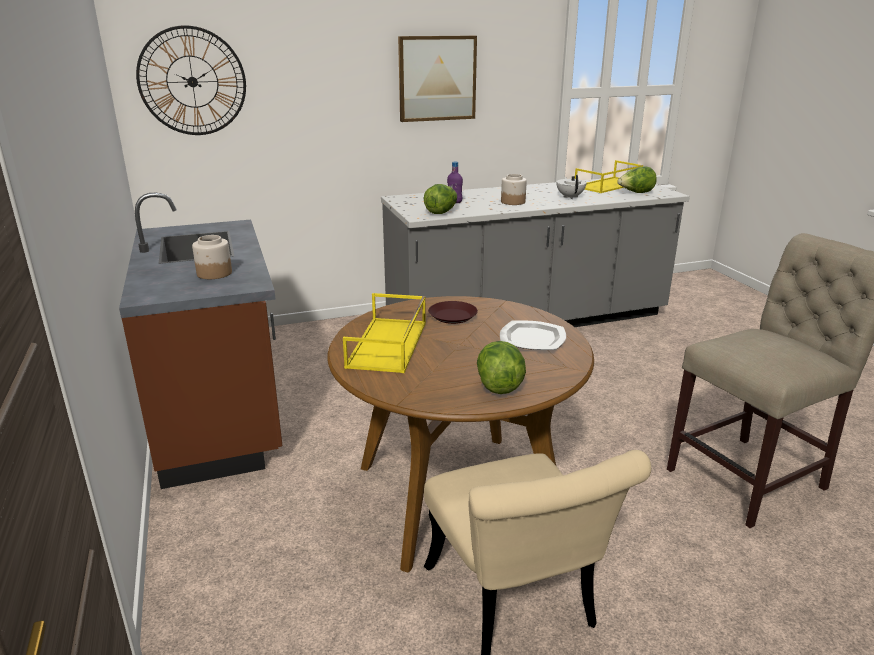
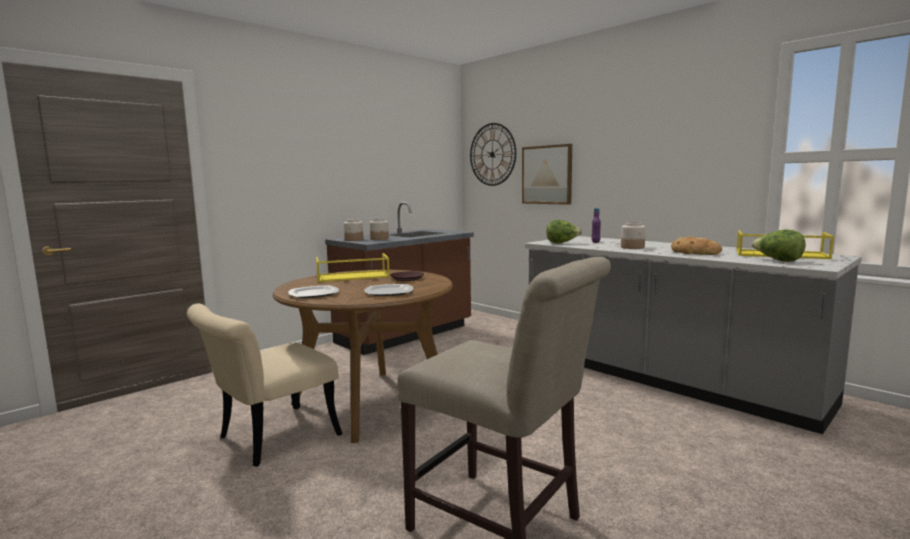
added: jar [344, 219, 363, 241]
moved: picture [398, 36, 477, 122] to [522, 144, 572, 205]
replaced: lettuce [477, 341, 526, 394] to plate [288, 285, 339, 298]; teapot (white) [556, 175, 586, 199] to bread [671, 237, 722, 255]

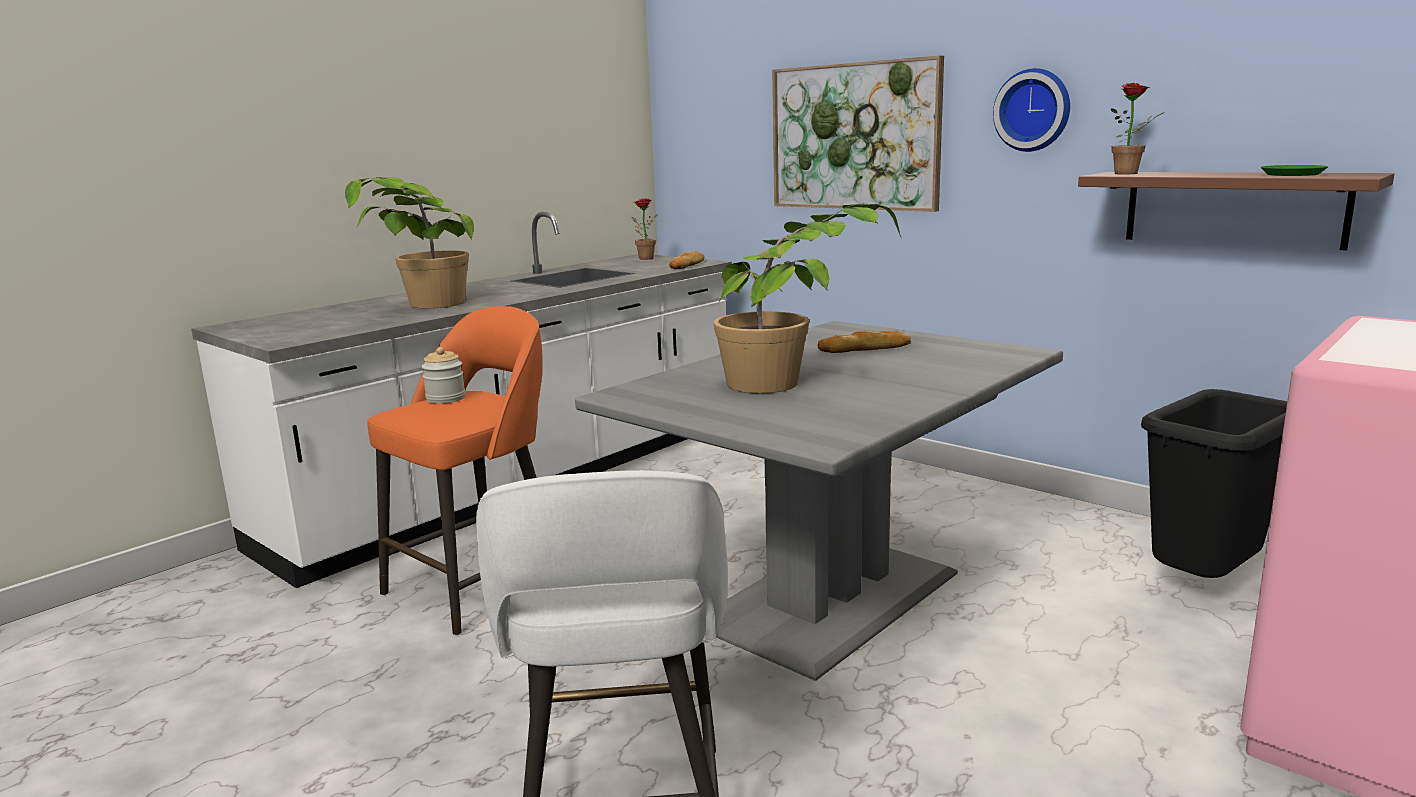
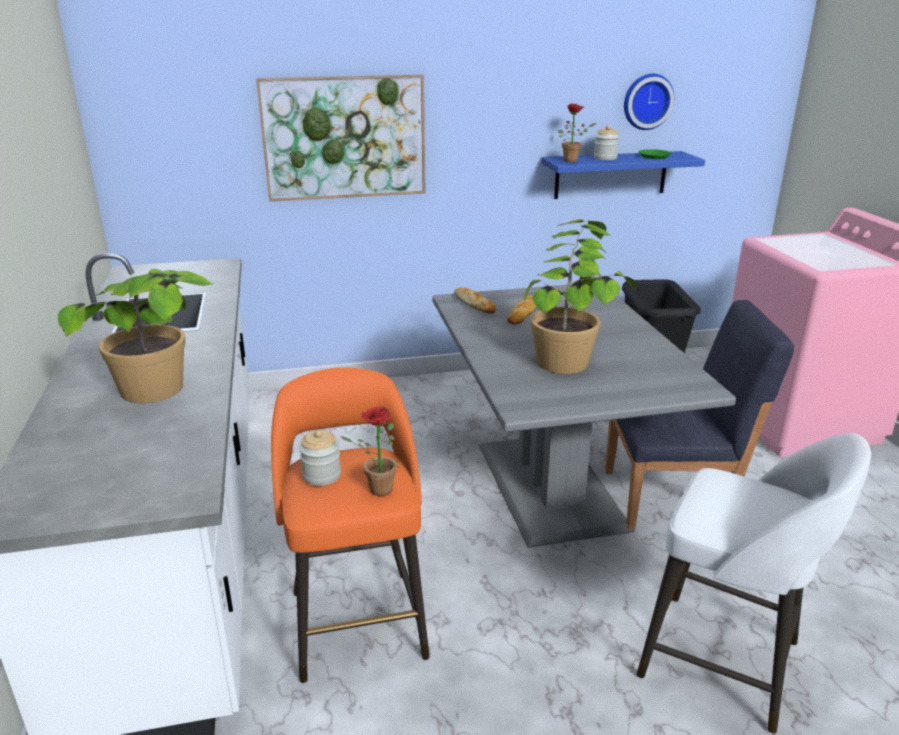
added: jar [594, 125, 619, 160]; chair (blue) [605, 300, 794, 532]
moved: potted plant [632, 198, 658, 260] to [340, 407, 400, 496]; bread [669, 251, 705, 269] to [454, 287, 496, 313]; wall clock [993, 68, 1070, 152] to [624, 74, 674, 130]
recoloured: shelf (brown) [1078, 172, 1394, 251] to shelf (blue) [541, 151, 705, 199]

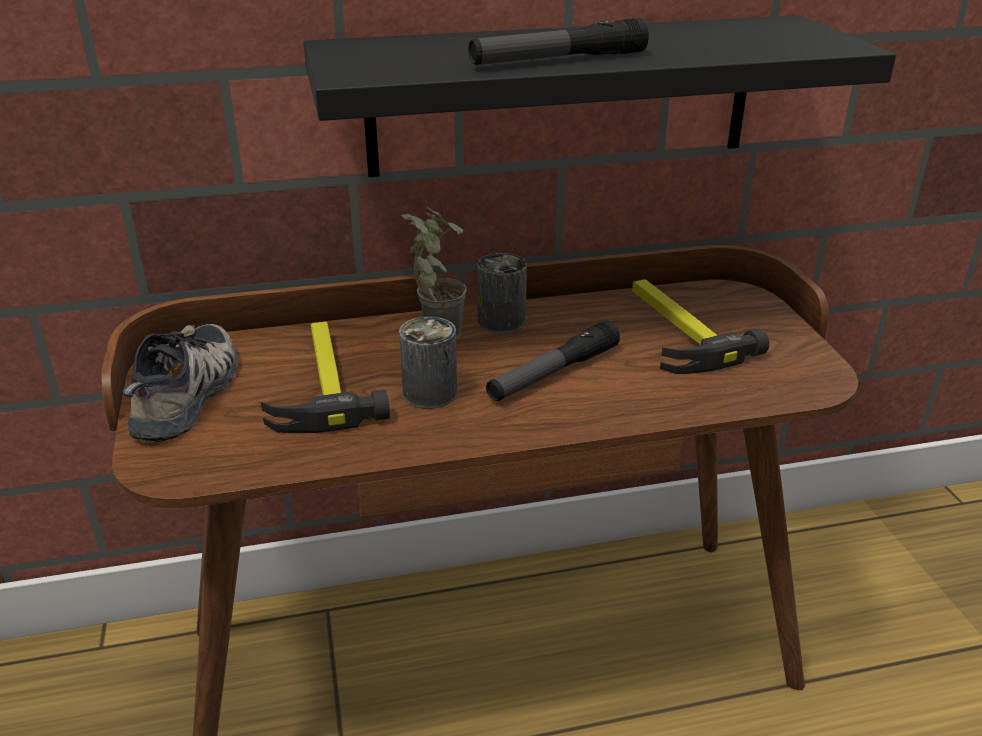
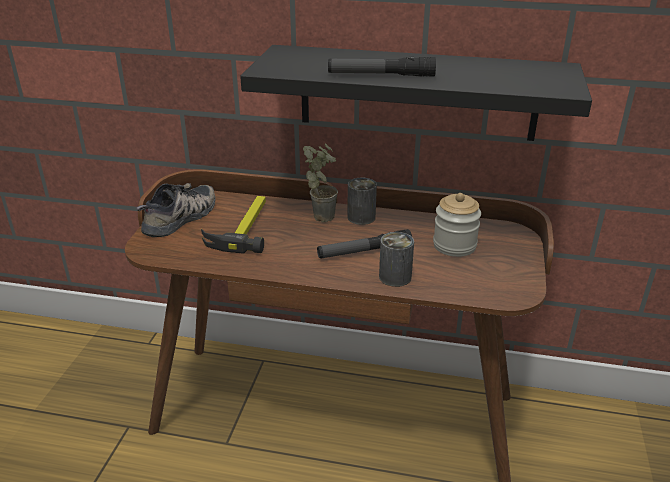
moved: can [399, 317, 457, 409] to [379, 232, 414, 287]
replaced: hammer [632, 279, 769, 374] to jar [433, 193, 481, 257]

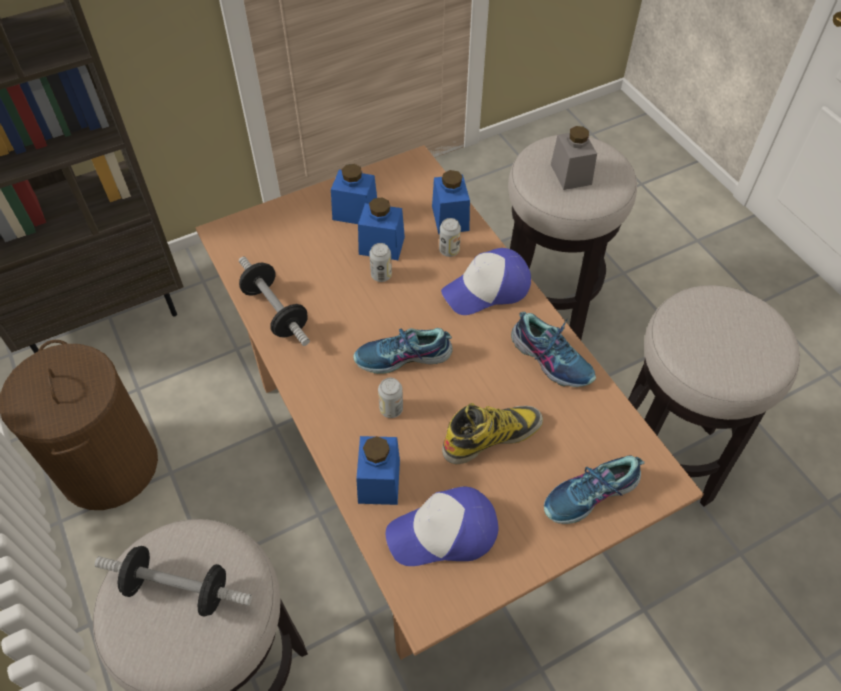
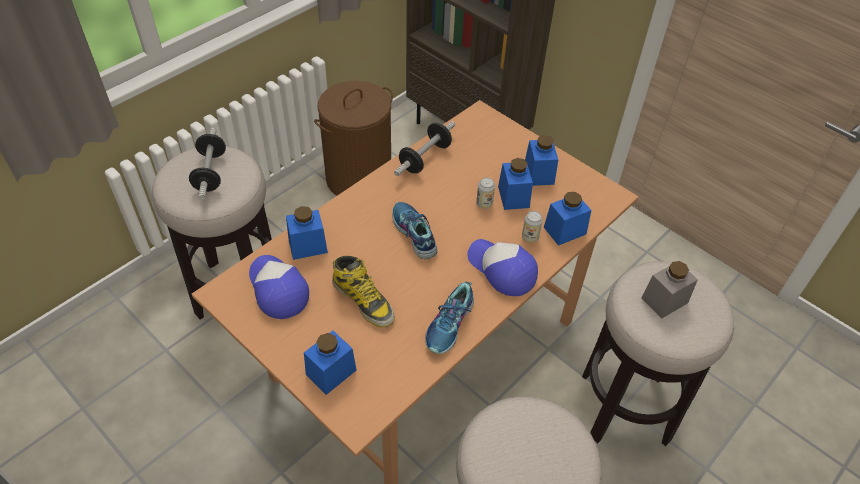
removed: can [378, 378, 403, 418]
replaced: shoe [544, 456, 645, 524] to jar (blue) [304, 331, 356, 395]

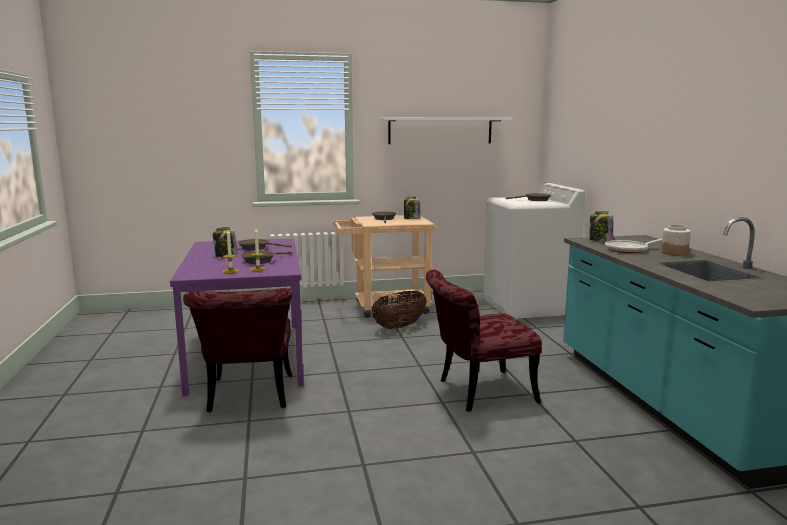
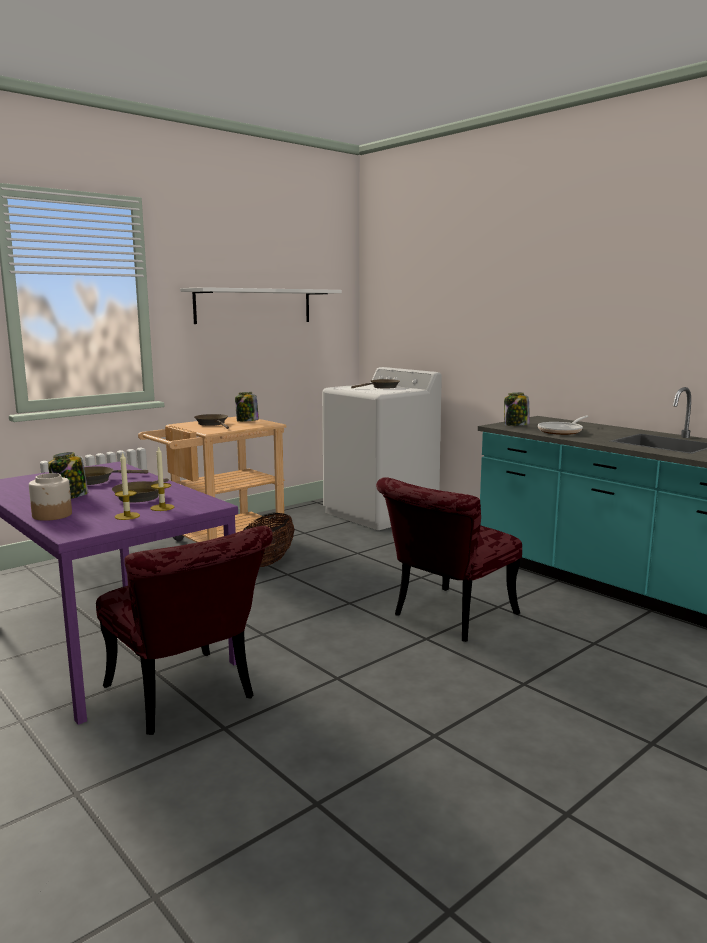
moved: jar [661, 225, 691, 256] to [29, 473, 72, 521]

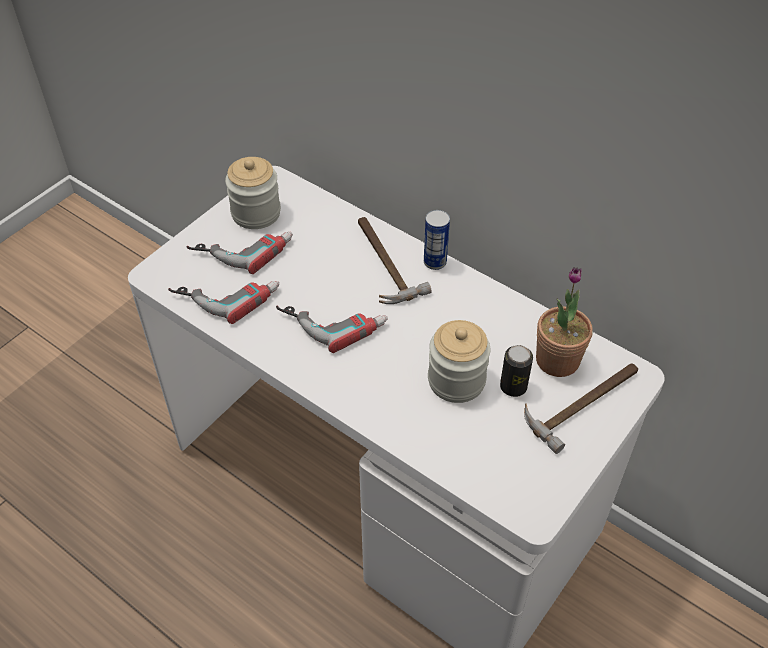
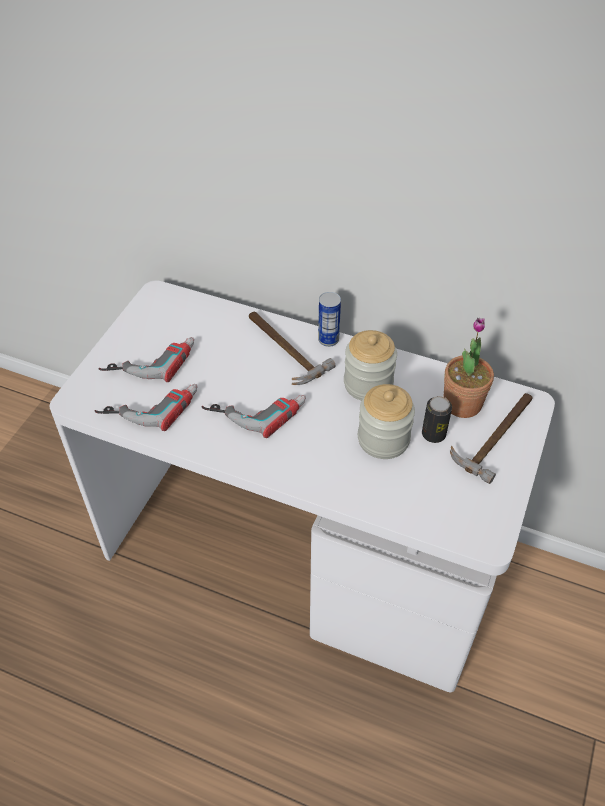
moved: jar [225, 157, 281, 229] to [344, 330, 397, 401]

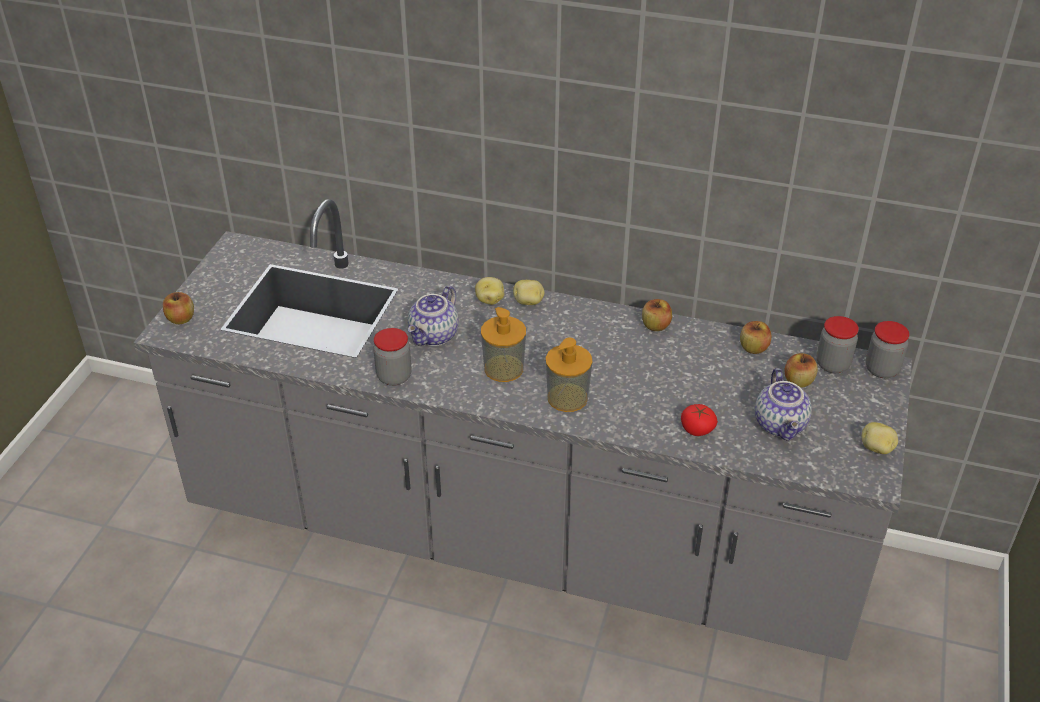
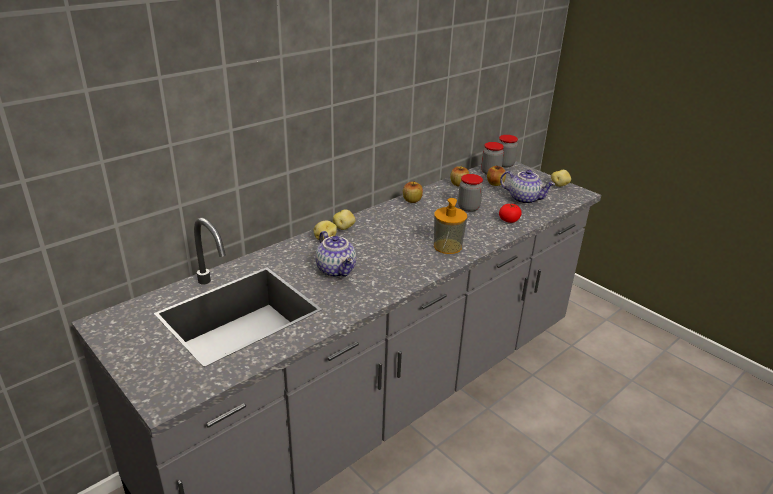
removed: apple [163, 292, 194, 324]; soap dispenser [481, 307, 526, 382]
moved: jar [373, 328, 411, 386] to [458, 174, 483, 212]

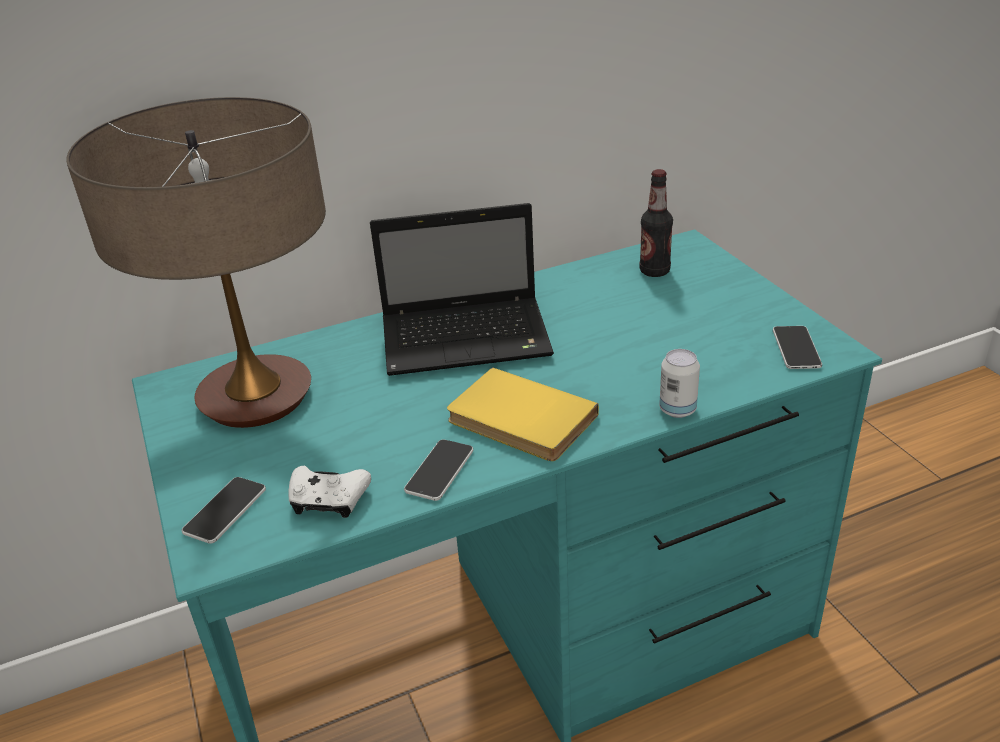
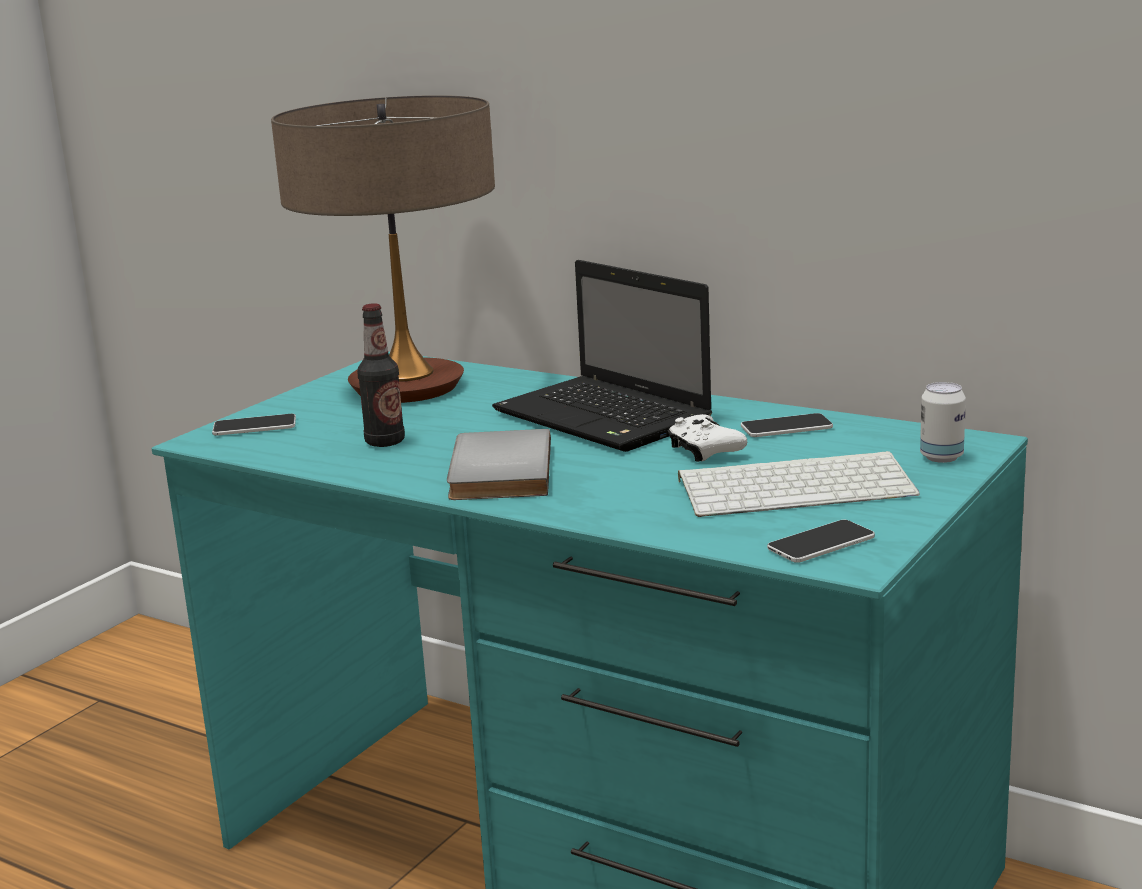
added: keyboard [678, 451, 920, 517]
moved: game controller (white) [288, 465, 371, 518] to [668, 414, 747, 462]; phone [404, 439, 473, 501] to [741, 413, 833, 437]; bottle [639, 169, 673, 277] to [357, 303, 405, 447]; can [659, 349, 700, 418] to [920, 382, 966, 463]
recoloured: book (yellow) [447, 367, 599, 461] to book (grey) [447, 429, 551, 500]

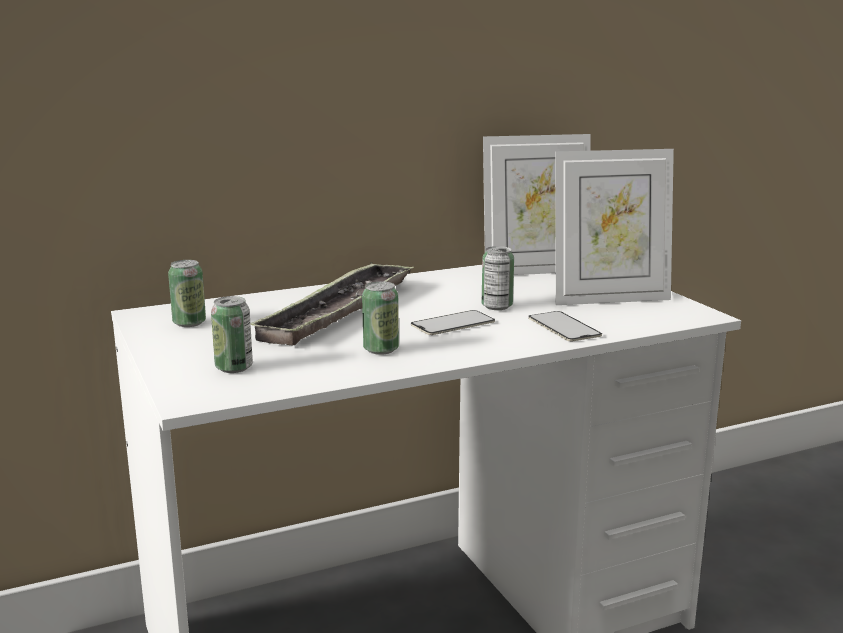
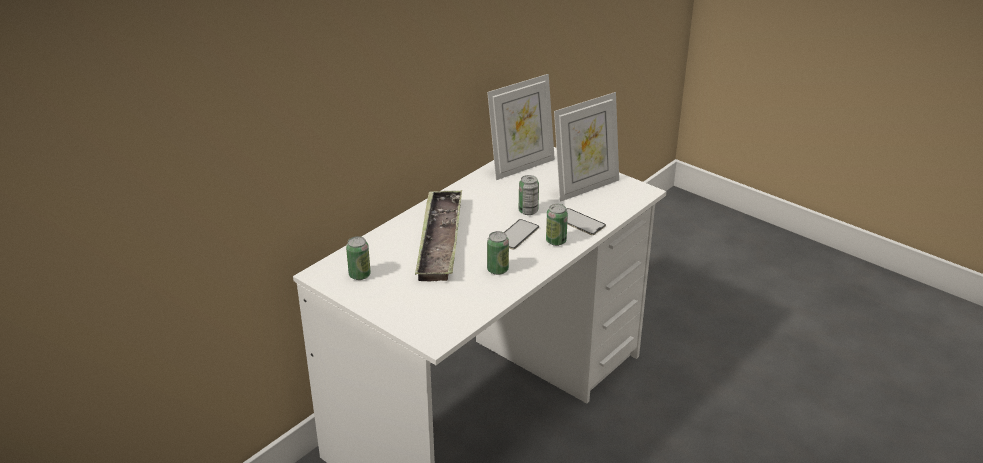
moved: can [211, 296, 253, 373] to [546, 204, 568, 246]

